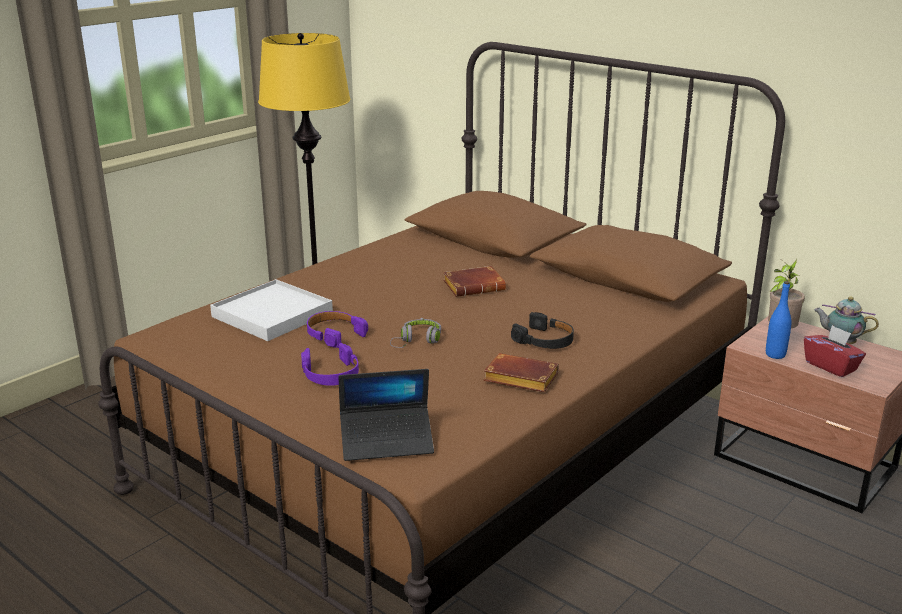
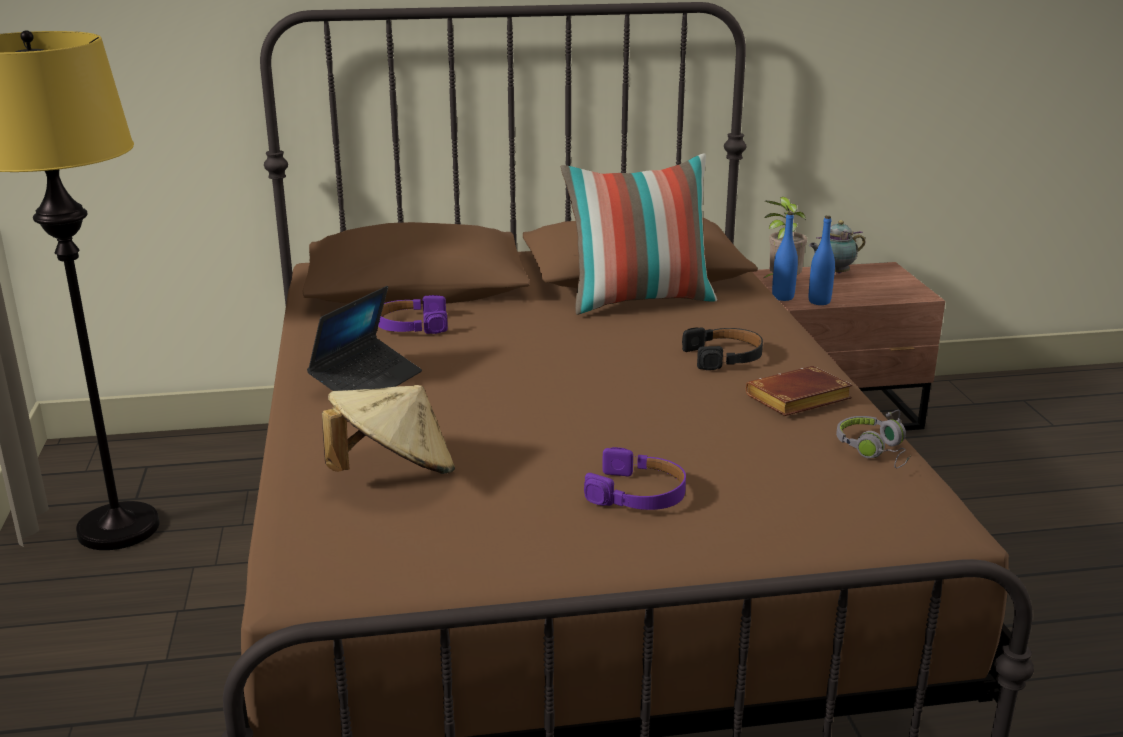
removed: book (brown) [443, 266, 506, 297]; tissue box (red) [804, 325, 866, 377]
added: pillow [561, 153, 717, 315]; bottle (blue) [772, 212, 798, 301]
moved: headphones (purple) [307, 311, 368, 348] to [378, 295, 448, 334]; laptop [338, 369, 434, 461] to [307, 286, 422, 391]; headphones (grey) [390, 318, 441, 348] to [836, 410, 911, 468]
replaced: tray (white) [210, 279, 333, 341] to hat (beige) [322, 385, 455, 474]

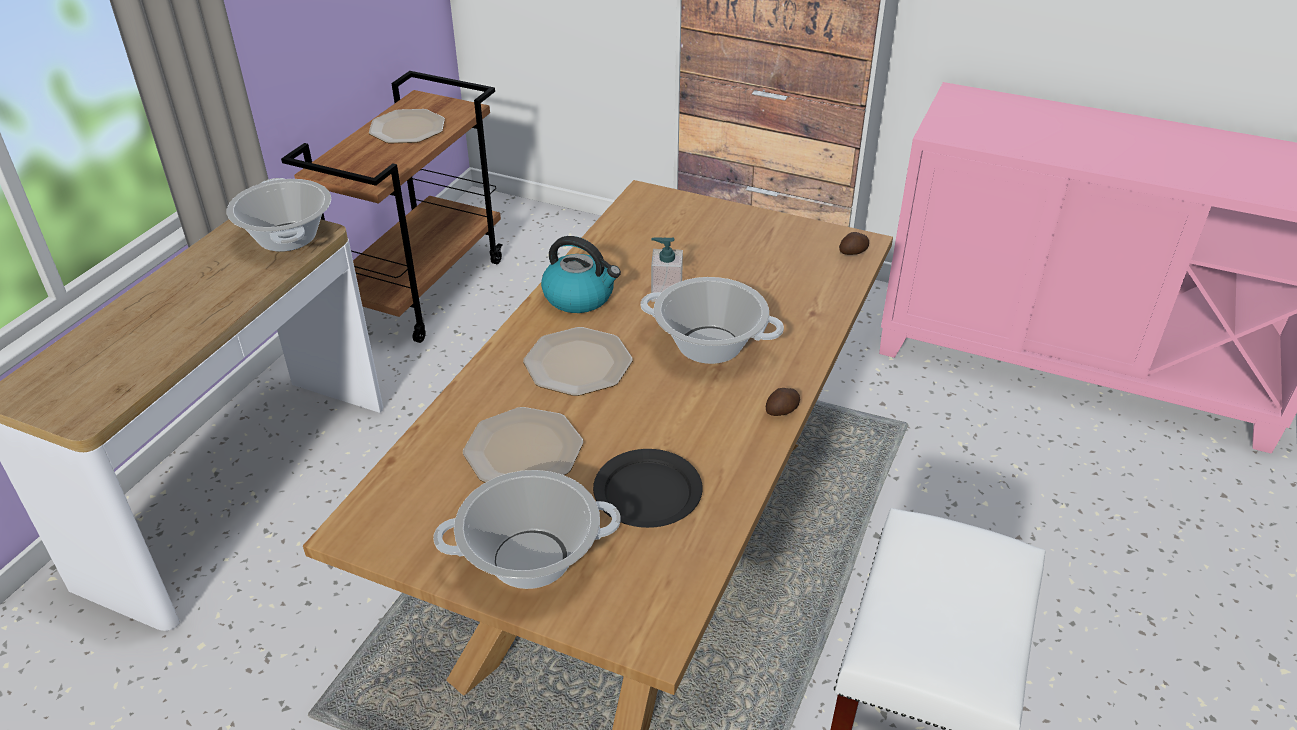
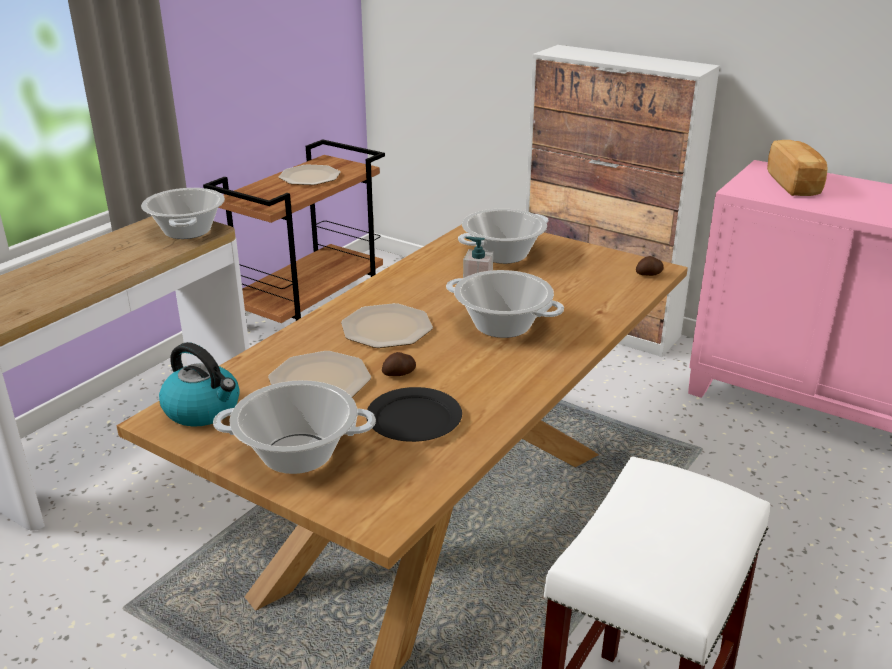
added: cooking pot [458, 209, 548, 264]; bread [767, 140, 828, 196]
moved: kettle [541, 236, 621, 313] to [159, 342, 240, 427]; potato [766, 388, 800, 416] to [382, 352, 416, 376]

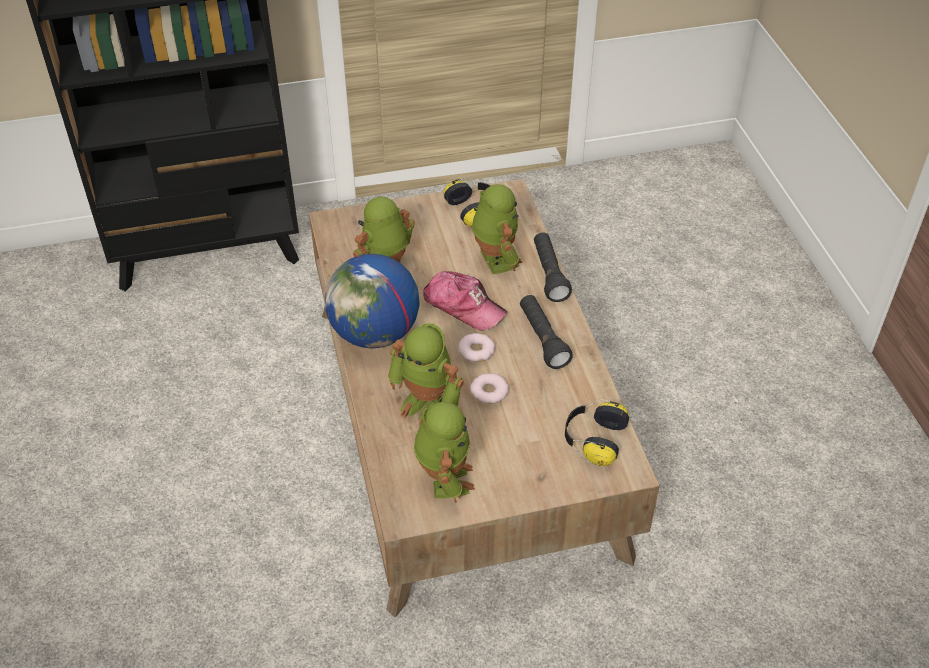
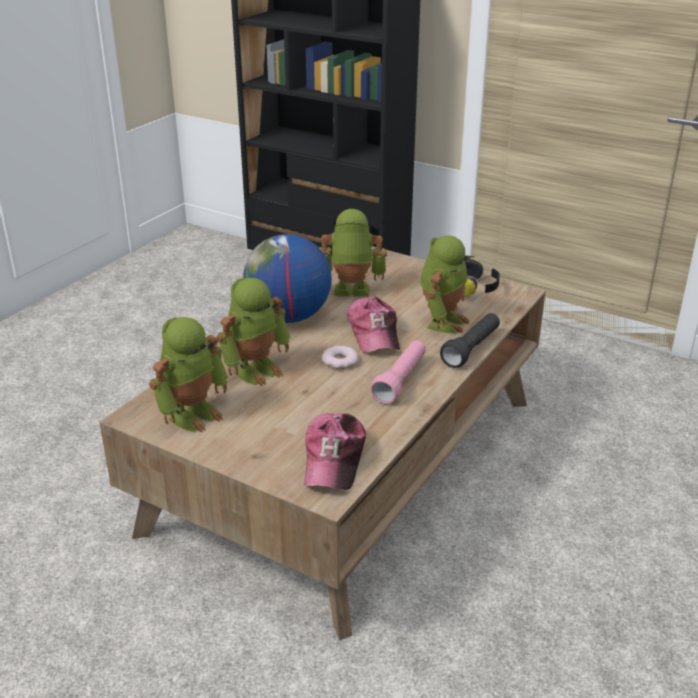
removed: donut [470, 374, 509, 404]
replaced: headphones [565, 399, 629, 466] to cap [304, 413, 366, 490]
recoloured: flashlight (black) [520, 295, 573, 369] to flashlight (pink) [371, 340, 426, 404]
turned: toy robot [388, 323, 464, 426] = [216, 278, 291, 386] 120 degrees counterclockwise

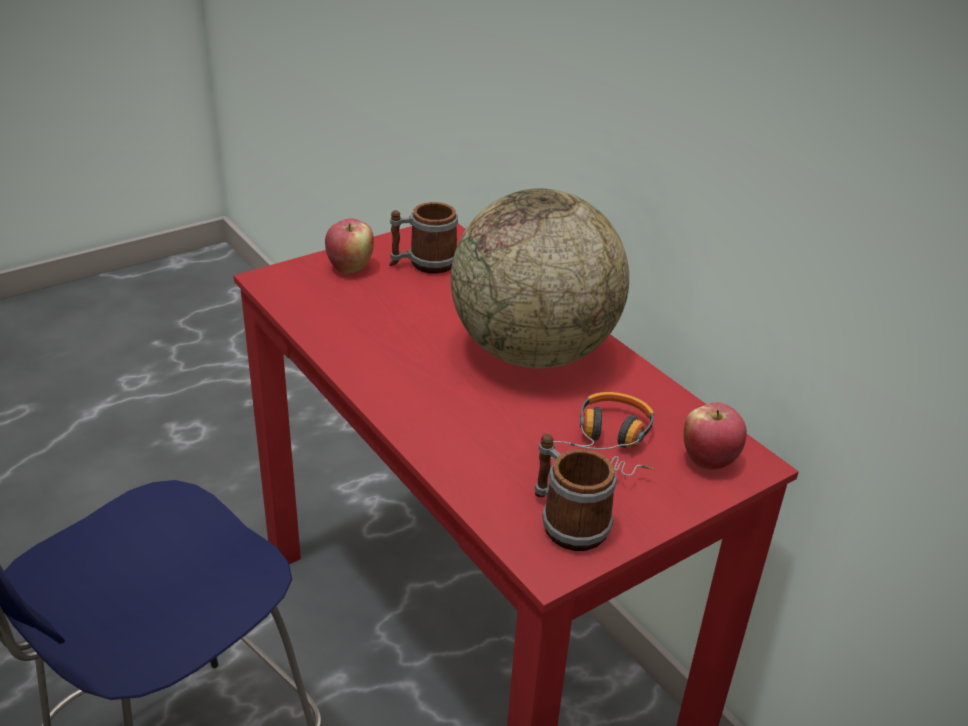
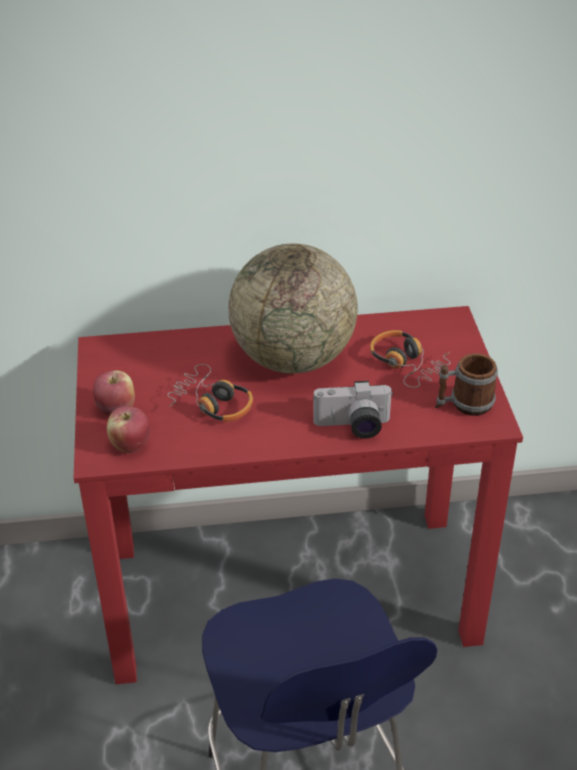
removed: mug [389, 202, 458, 274]
added: headphones [167, 364, 253, 422]; photo camera [313, 381, 393, 439]
moved: apple [683, 402, 747, 470] to [107, 406, 150, 453]

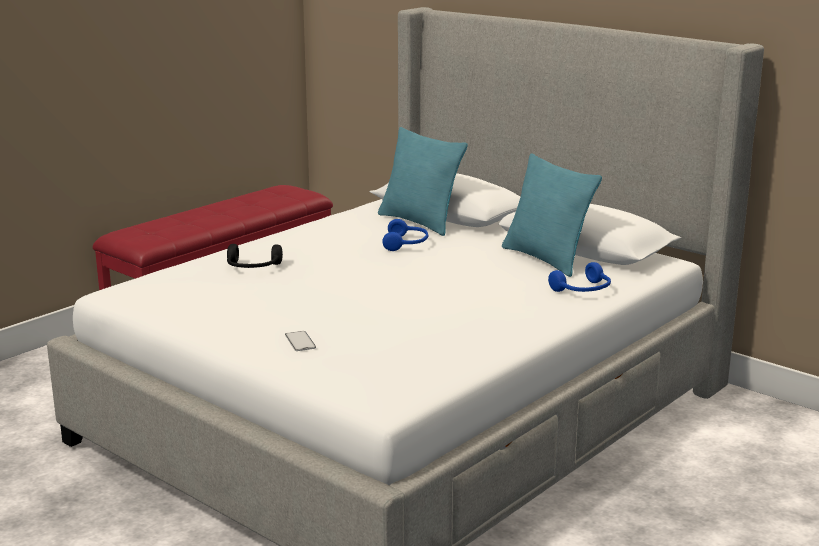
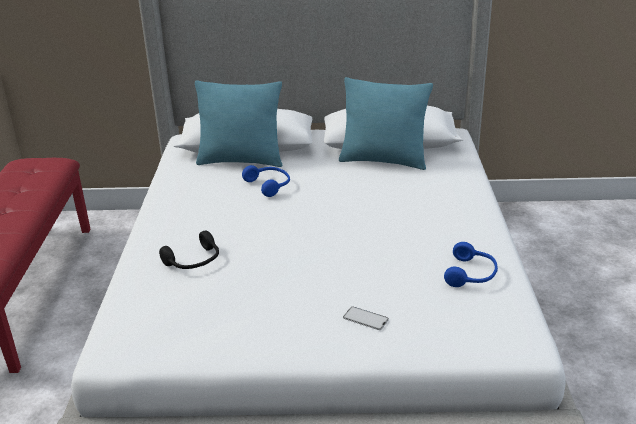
moved: headphones (blue) [548, 262, 611, 292] to [444, 242, 498, 287]

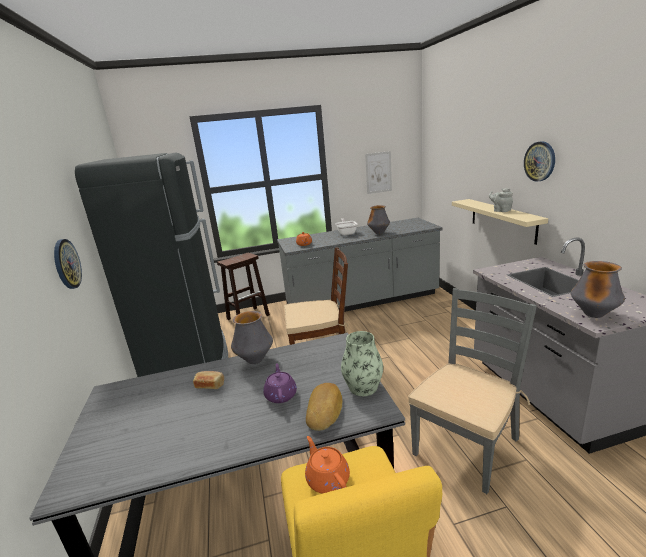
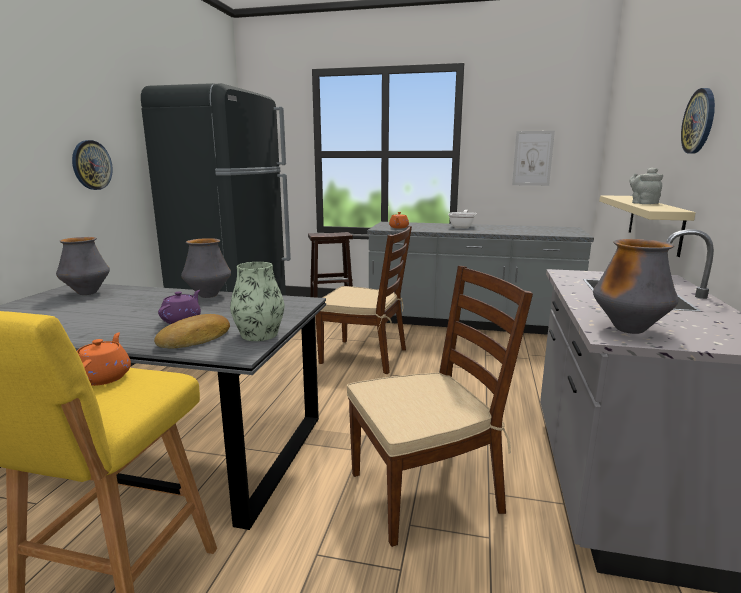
removed: bread [193, 371, 224, 389]
moved: vase [367, 205, 390, 234] to [56, 237, 110, 295]
recoloured: chair (grey) [408, 288, 537, 494] to chair (brown) [347, 266, 533, 547]

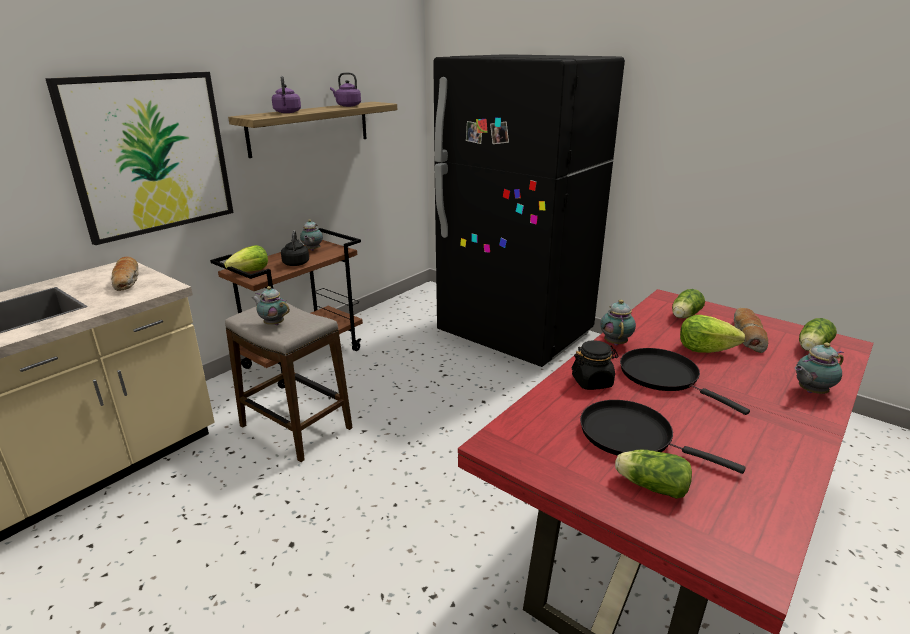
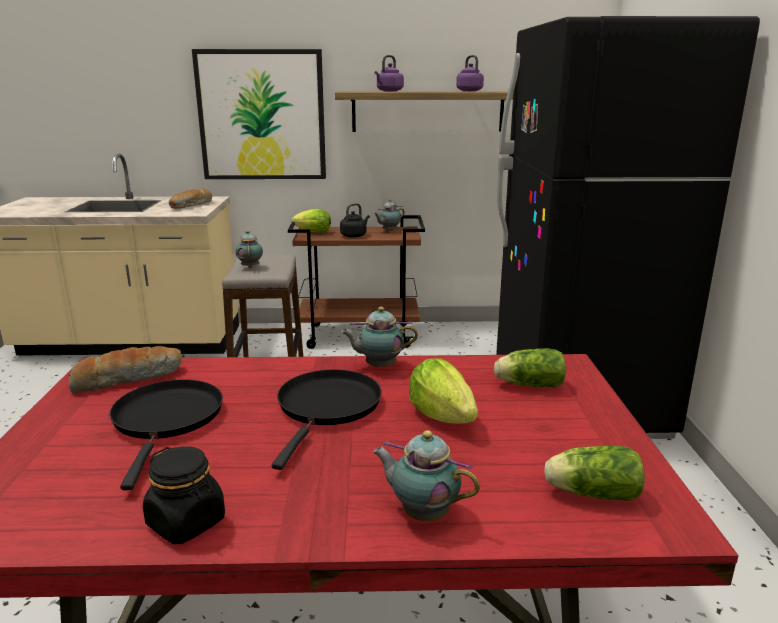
removed: lettuce [615, 450, 692, 499]
moved: jar (black) [572, 340, 619, 390] to [143, 446, 225, 544]; bread [734, 308, 768, 353] to [68, 346, 182, 393]
turned: teapot [600, 300, 636, 346] = [341, 307, 418, 367] 150 degrees counterclockwise

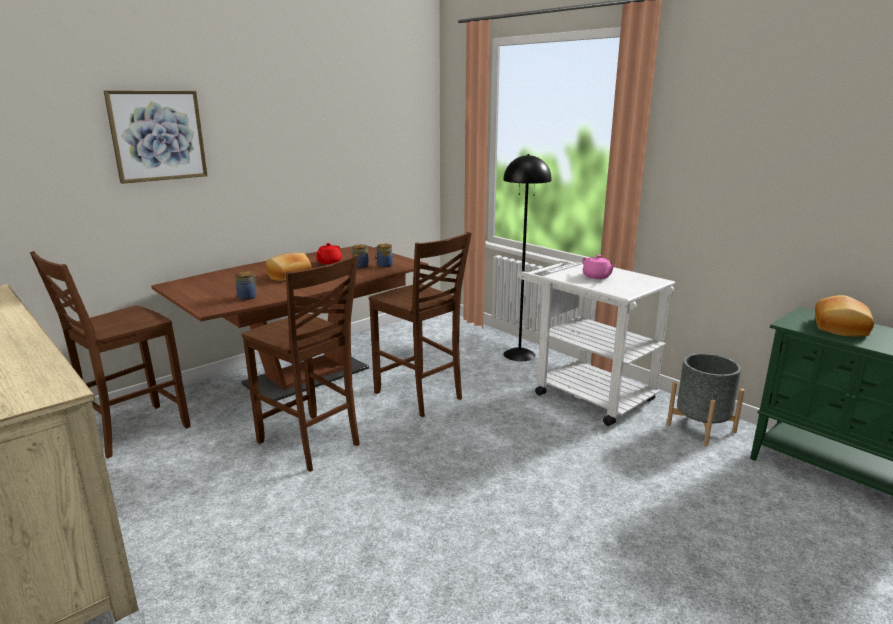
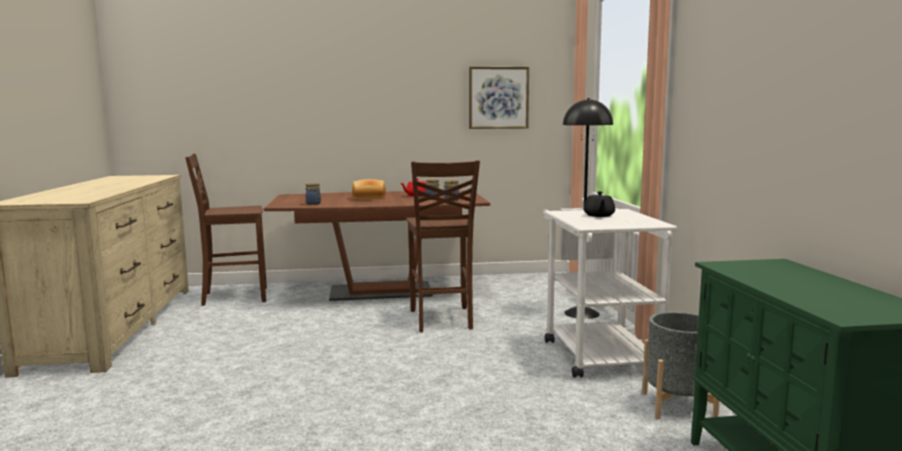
removed: chair (brown) [242, 255, 360, 472]; bread [815, 295, 874, 337]
moved: picture [104, 91, 208, 184] to [469, 67, 529, 129]
recoloured: teapot (pink) [582, 255, 616, 279] to teapot (black) [584, 191, 615, 217]

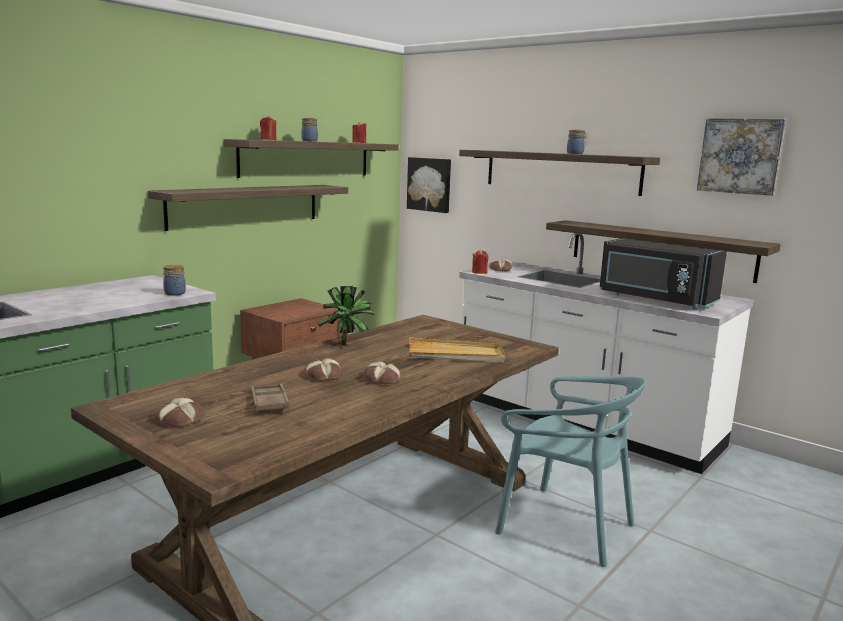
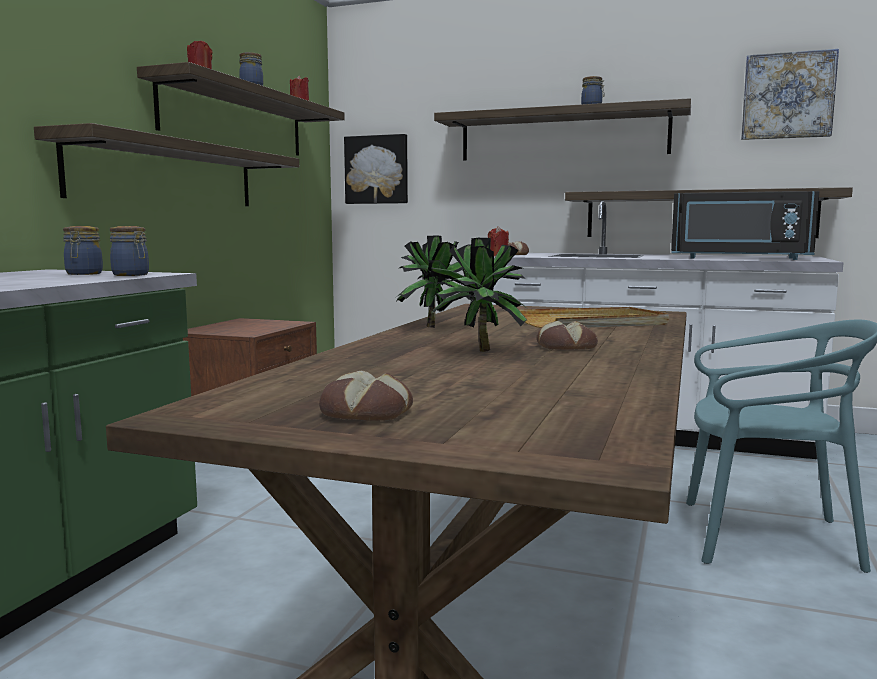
removed: tray (brown) [251, 384, 289, 413]
added: jar [63, 226, 103, 275]
replaced: bread [304, 358, 341, 381] to potted plant [430, 238, 527, 352]

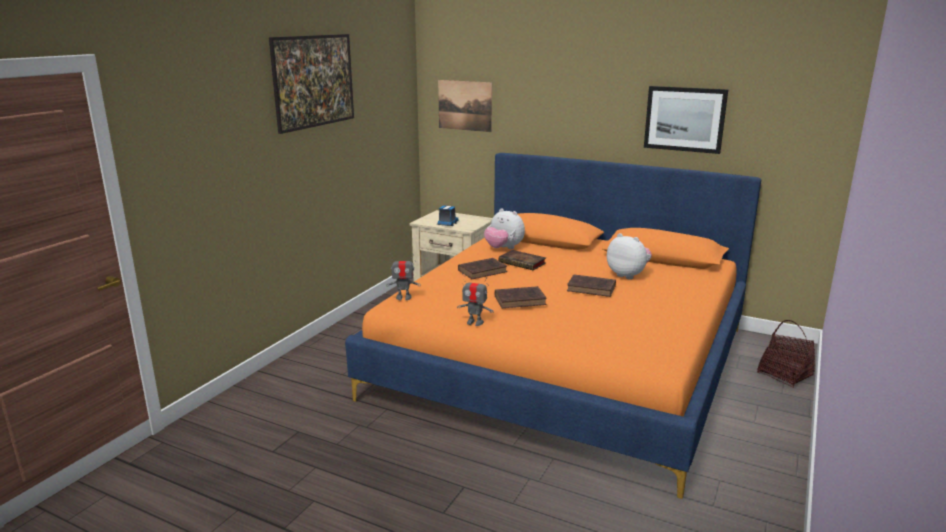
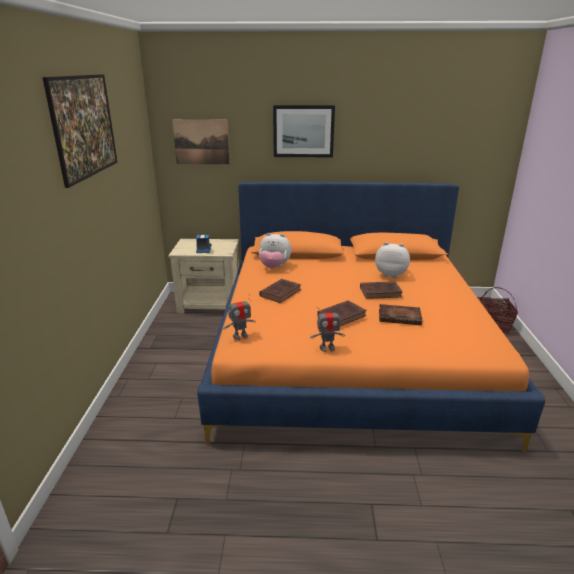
moved: book [499, 250, 546, 270] to [379, 304, 422, 325]; picture [644, 86, 728, 154] to [273, 105, 335, 157]

